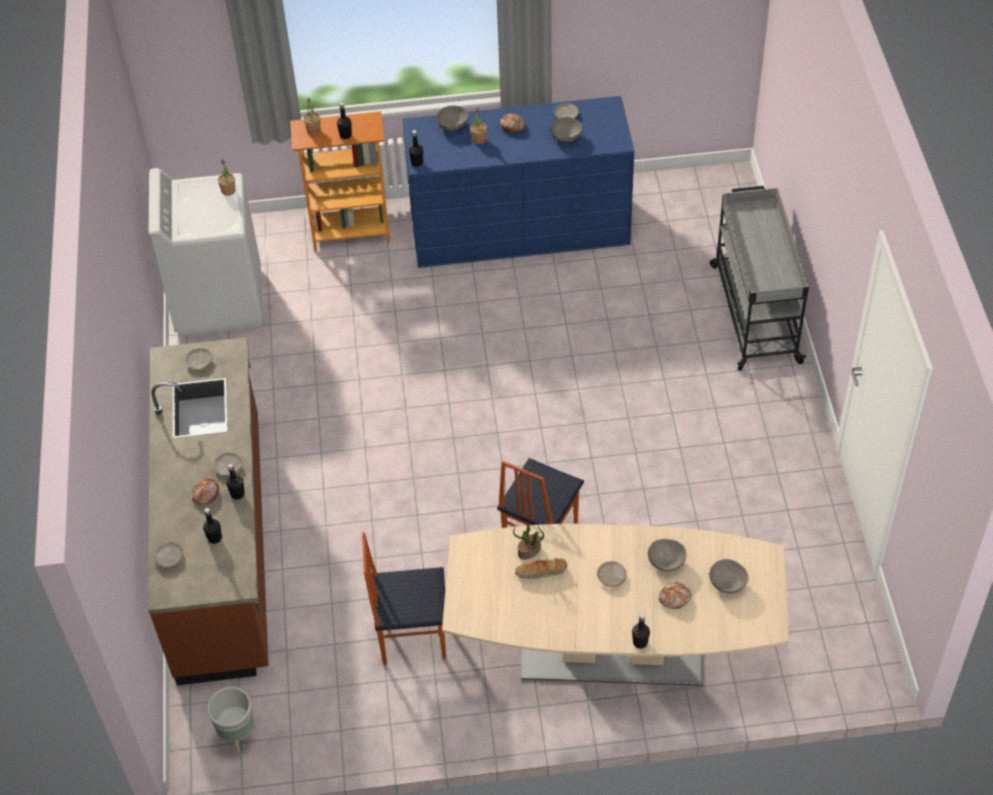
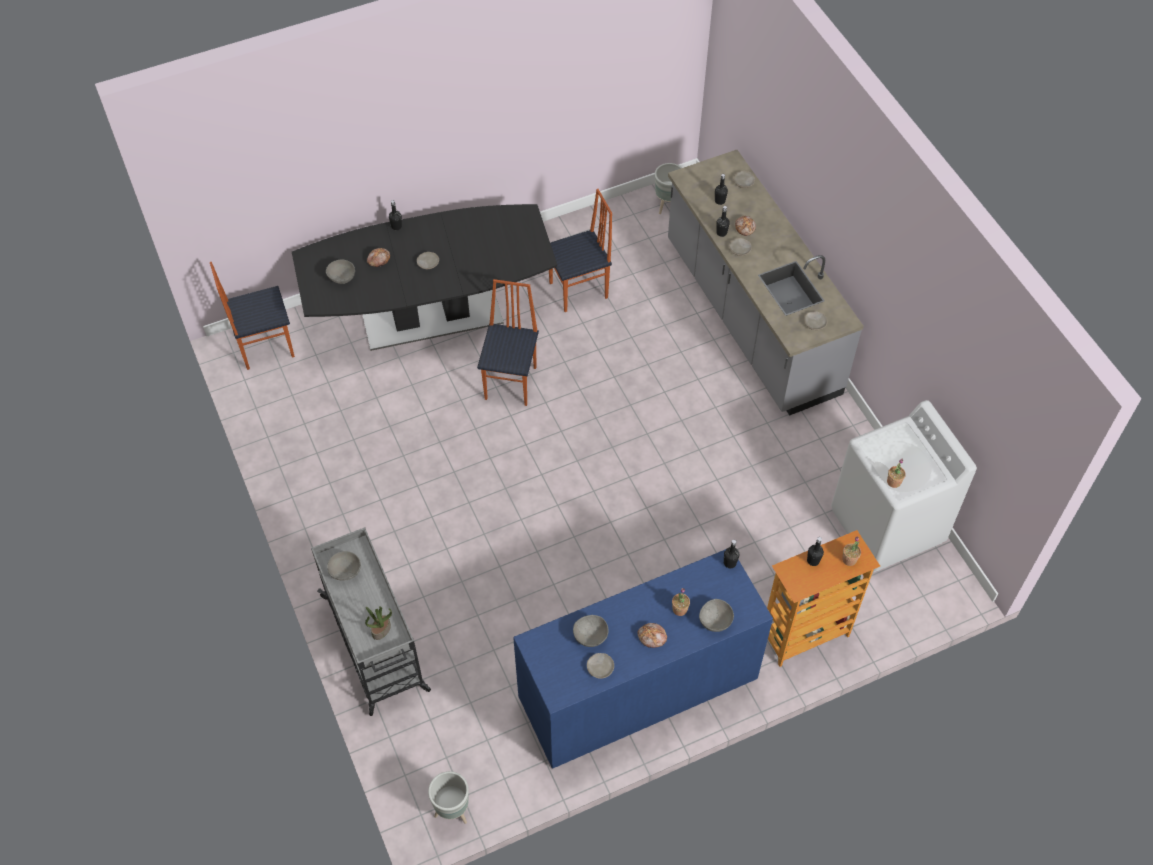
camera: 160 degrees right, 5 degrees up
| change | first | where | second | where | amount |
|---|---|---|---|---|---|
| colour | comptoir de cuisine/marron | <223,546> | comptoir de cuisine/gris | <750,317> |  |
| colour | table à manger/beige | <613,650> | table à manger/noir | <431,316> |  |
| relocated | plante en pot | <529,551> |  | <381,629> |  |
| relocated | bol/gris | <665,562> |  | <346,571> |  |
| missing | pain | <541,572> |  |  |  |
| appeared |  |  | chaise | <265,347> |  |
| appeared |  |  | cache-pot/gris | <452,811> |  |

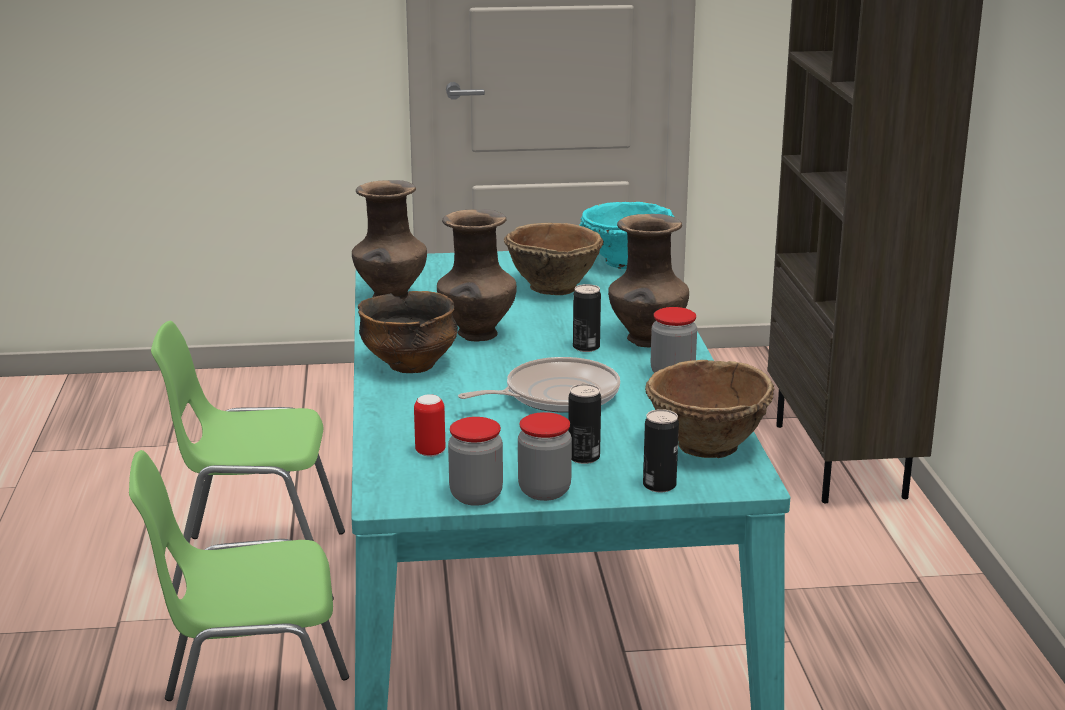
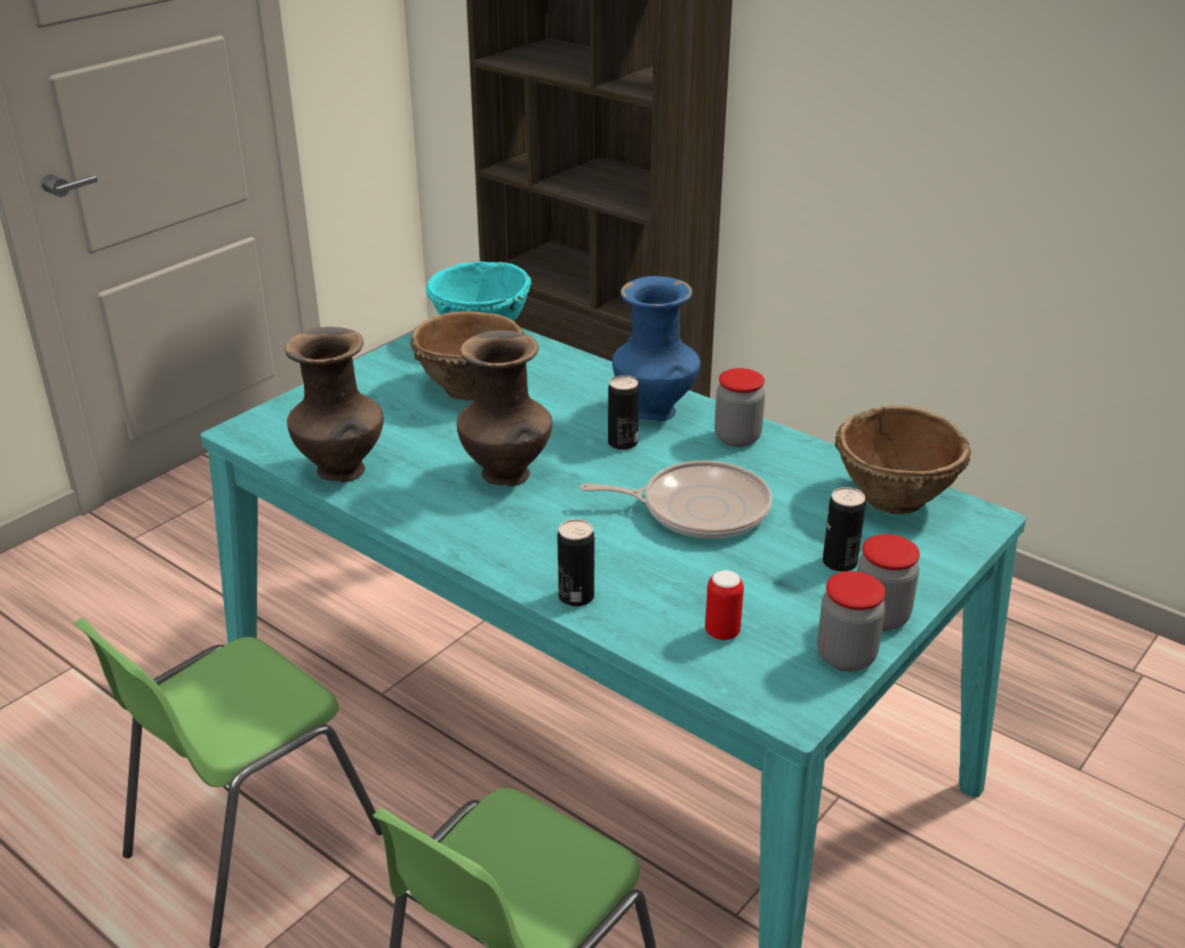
camera: 45 degrees left, 10 degrees up
| change | first | where | second | where | amount |
|---|---|---|---|---|---|
| colour | vase/marron | <647,341> | vase/bleu | <655,412> |  |
| missing | bol | <410,365> |  |  |  |
| spun | poêle | <556,396> |  | <698,509> | 75 degrees clockwise |
| relocated | boîte métallique | <659,485> |  | <576,597> |  |

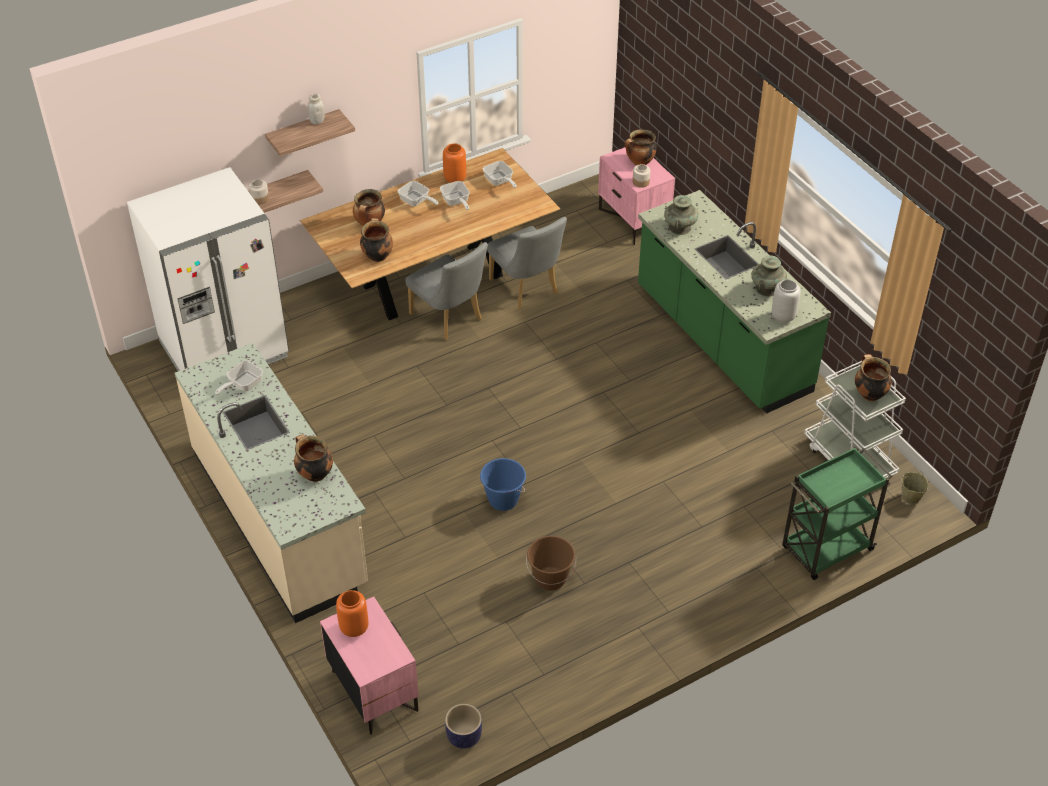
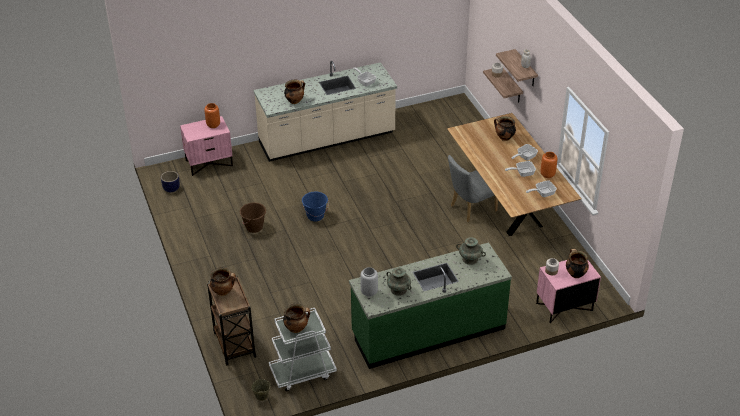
camera: 100 degrees right, 5 degrees down
| change | first | where | second | where | amount |
|---|---|---|---|---|---|
| missing | réfrigérateur/blanc | <224,350> |  |  |  |
| missing | chaise/gris | <527,289> |  |  |  |
| relocated | marmite | <377,256> |  | <223,291> |  |
| colour | chariot/vert | <826,550> | chariot/marron | <234,343> |  |

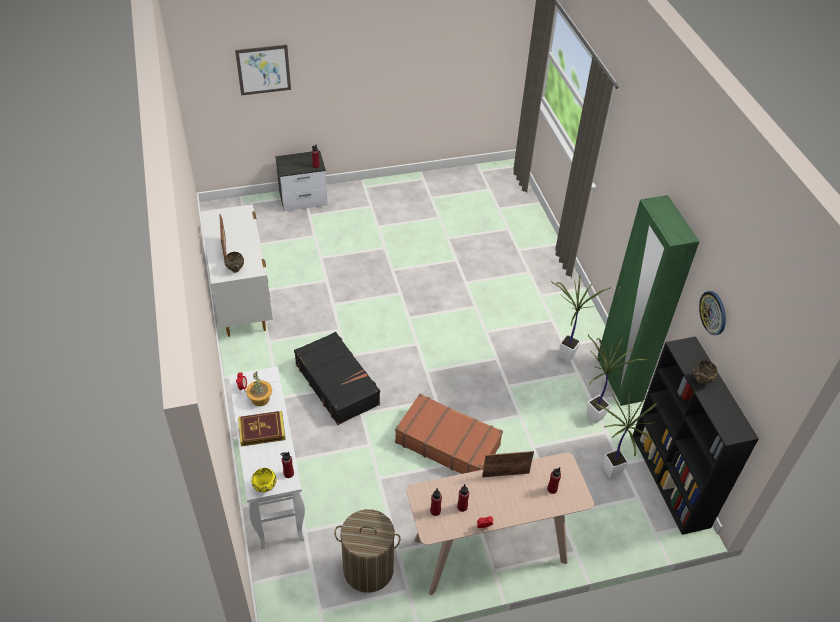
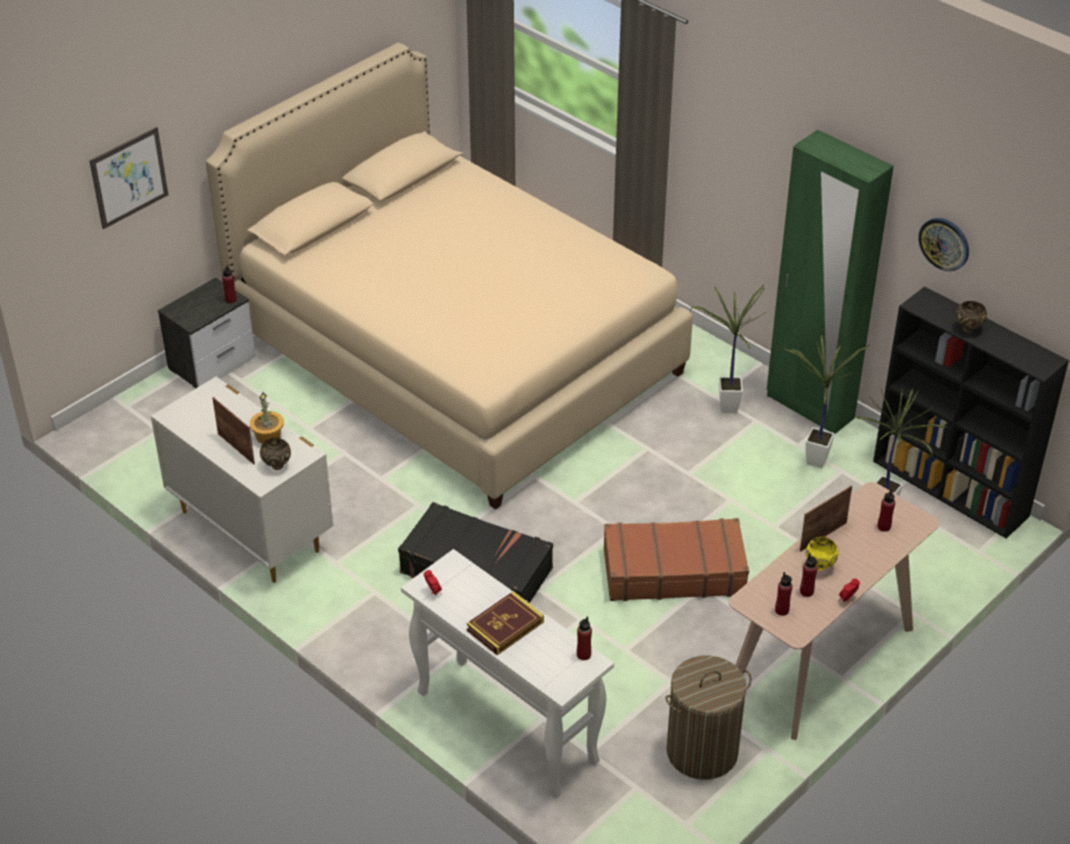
camera: 30 degrees left, 5 degrees down
| change | first | where | second | where | amount |
|---|---|---|---|---|---|
| relocated | plante en pot | <260,399> |  | <268,436> |  |
| relocated | bol/jaune | <265,488> |  | <820,567> |  |
| appeared |  |  | lit/beige | <455,353> |  |

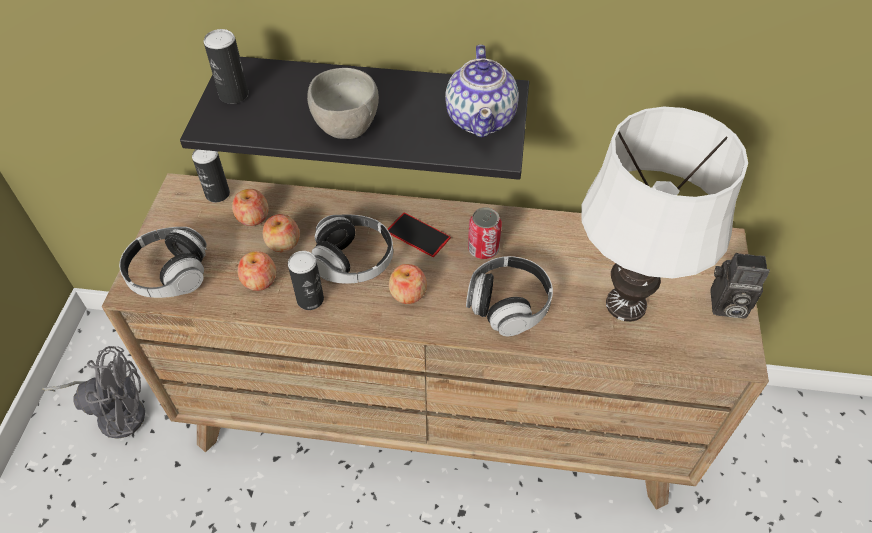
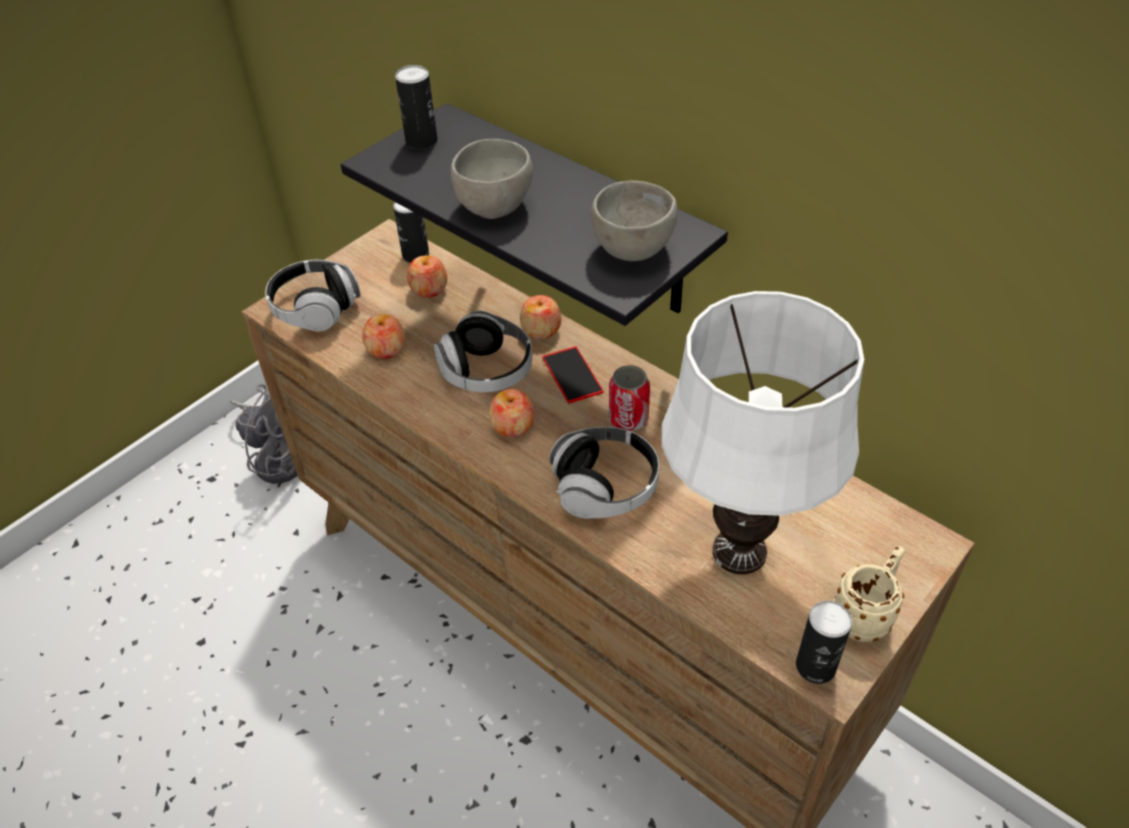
camera: 35 degrees right, 5 degrees down
| change | first | where | second | where | amount |
|---|---|---|---|---|---|
| exchanged | théière | <481,118> | bol/gris | <635,249> |  |
| relocated | pomme | <283,243> |  | <541,330> |  |
| relocated | boîte métallique | <310,299> |  | <815,666> |  |
| exchanged | appareil photo | <726,305> | mug/beige | <865,614> |  |

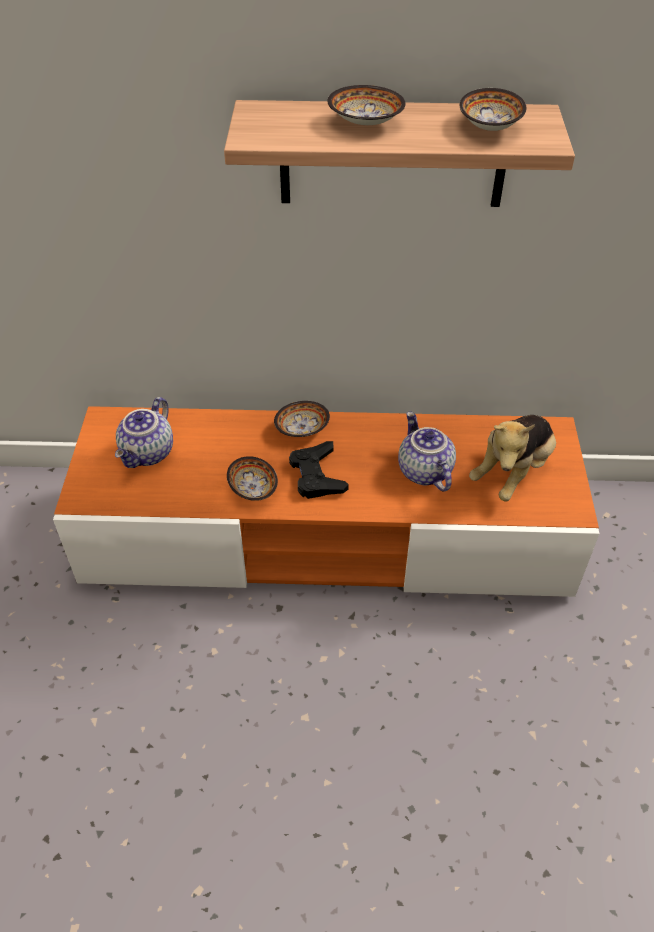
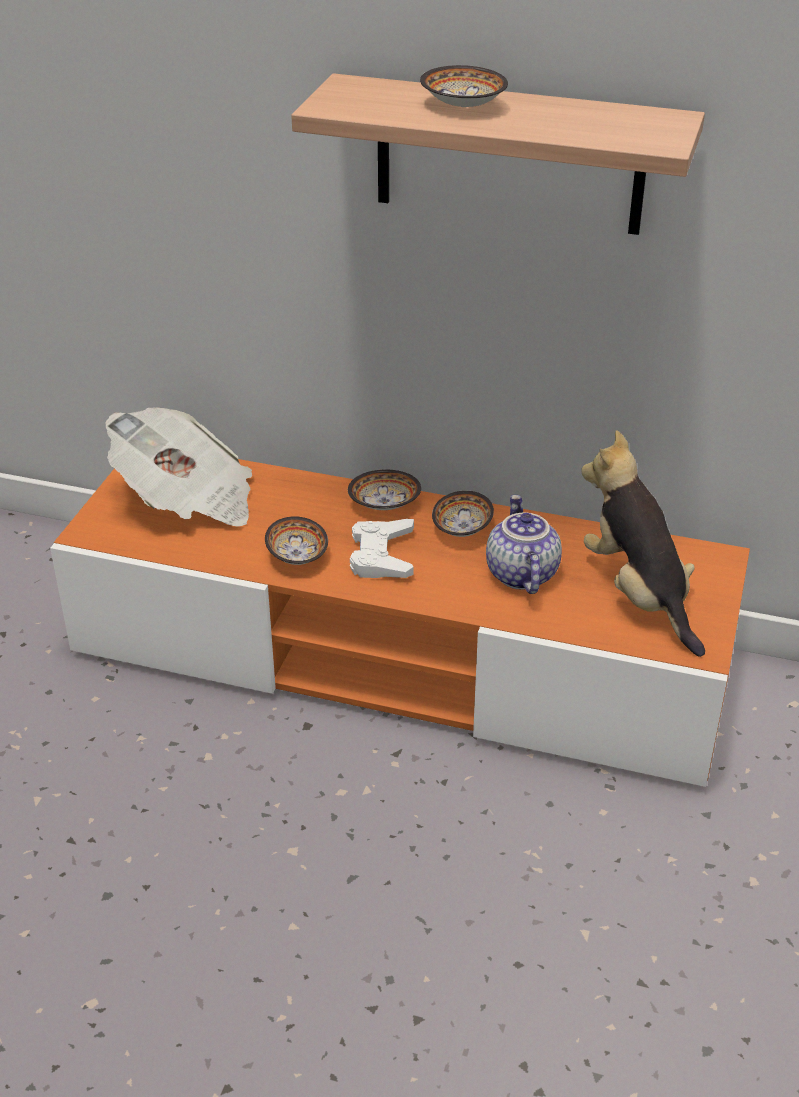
camera: 15 degrees right, 10 degrees down
| change | first | where | second | where | amount |
|---|---|---|---|---|---|
| relocated | bol | <489,127> |  | <462,529> |  |
| exchanged | théière | <149,453> | journal | <187,500> |  |
| spun | peluche | <512,472> |  | <638,594> | 105 degrees clockwise |
| colour | manette/noir | <317,475> | manette/blanc | <382,556> |  |

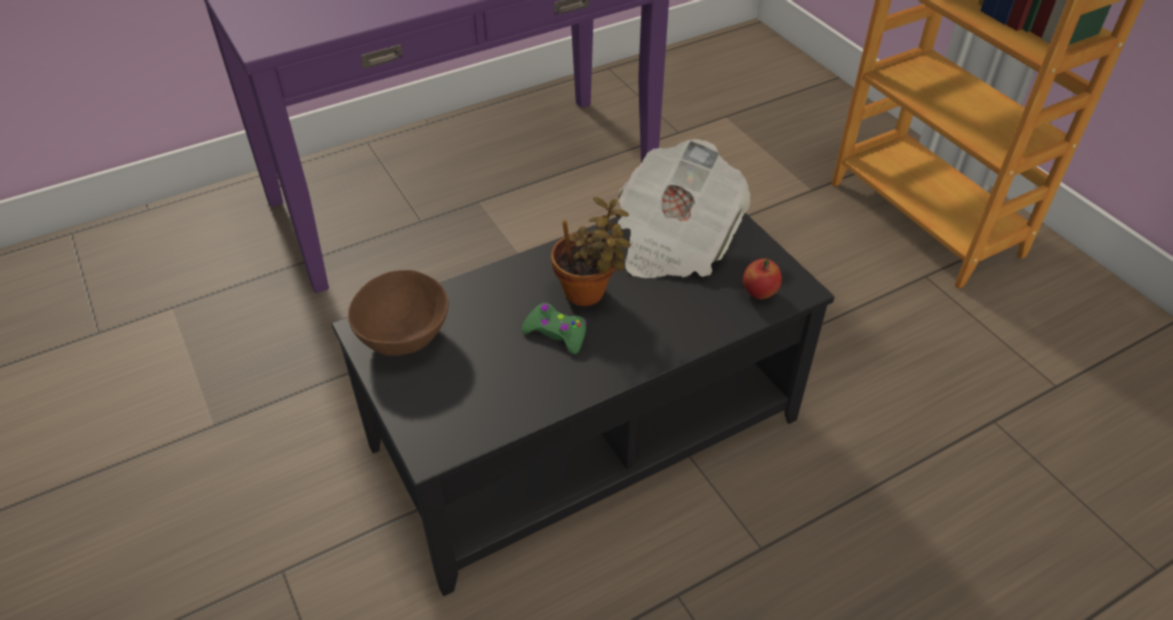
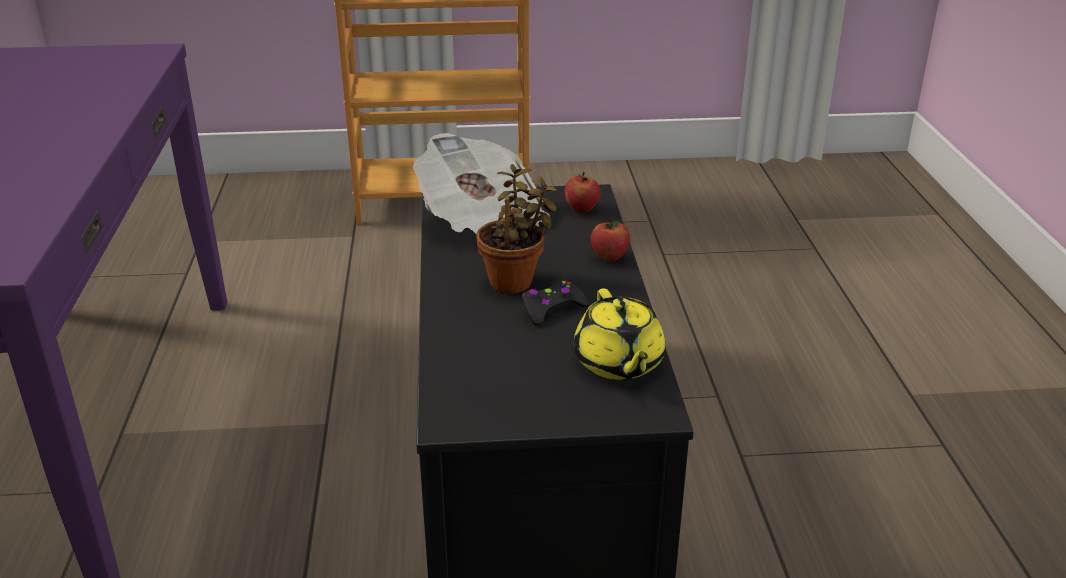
camera: 65 degrees left, 15 degrees down
| change | first | where | second | where | amount |
|---|---|---|---|---|---|
| missing | bol/marron | <406,335> |  |  |  |
| colour | manette/vert | <556,333> | manette/noir | <552,309> |  |
| appeared |  |  | pomme | <609,257> |  |
| appeared |  |  | théière/jaune | <618,363> |  |

